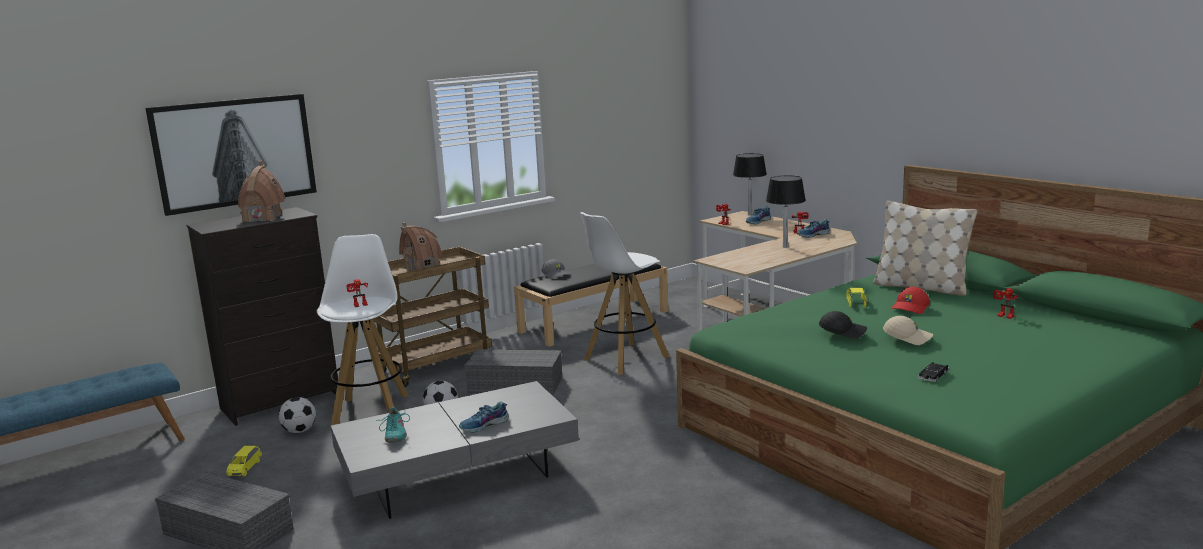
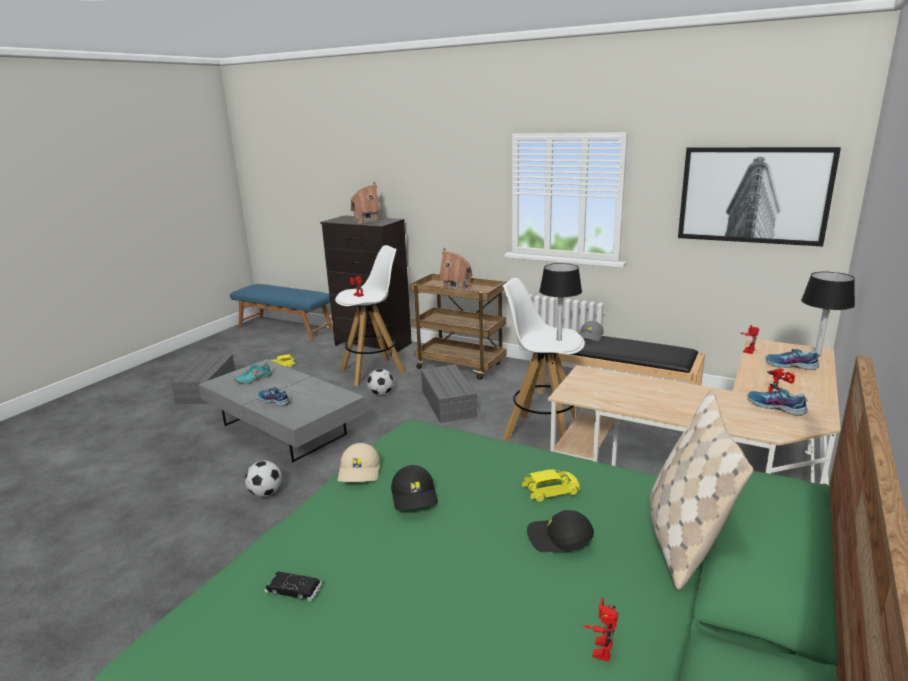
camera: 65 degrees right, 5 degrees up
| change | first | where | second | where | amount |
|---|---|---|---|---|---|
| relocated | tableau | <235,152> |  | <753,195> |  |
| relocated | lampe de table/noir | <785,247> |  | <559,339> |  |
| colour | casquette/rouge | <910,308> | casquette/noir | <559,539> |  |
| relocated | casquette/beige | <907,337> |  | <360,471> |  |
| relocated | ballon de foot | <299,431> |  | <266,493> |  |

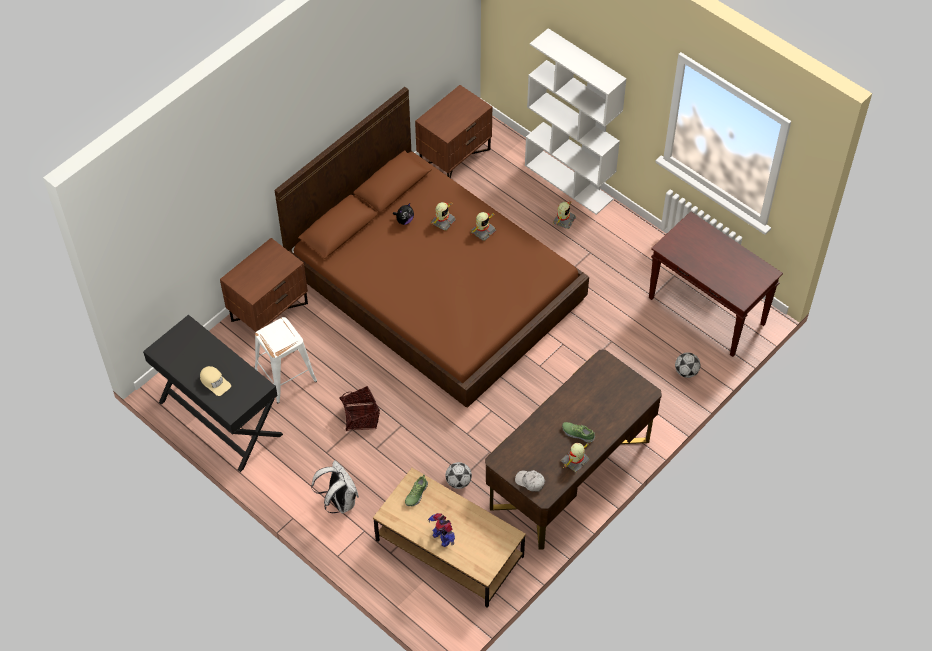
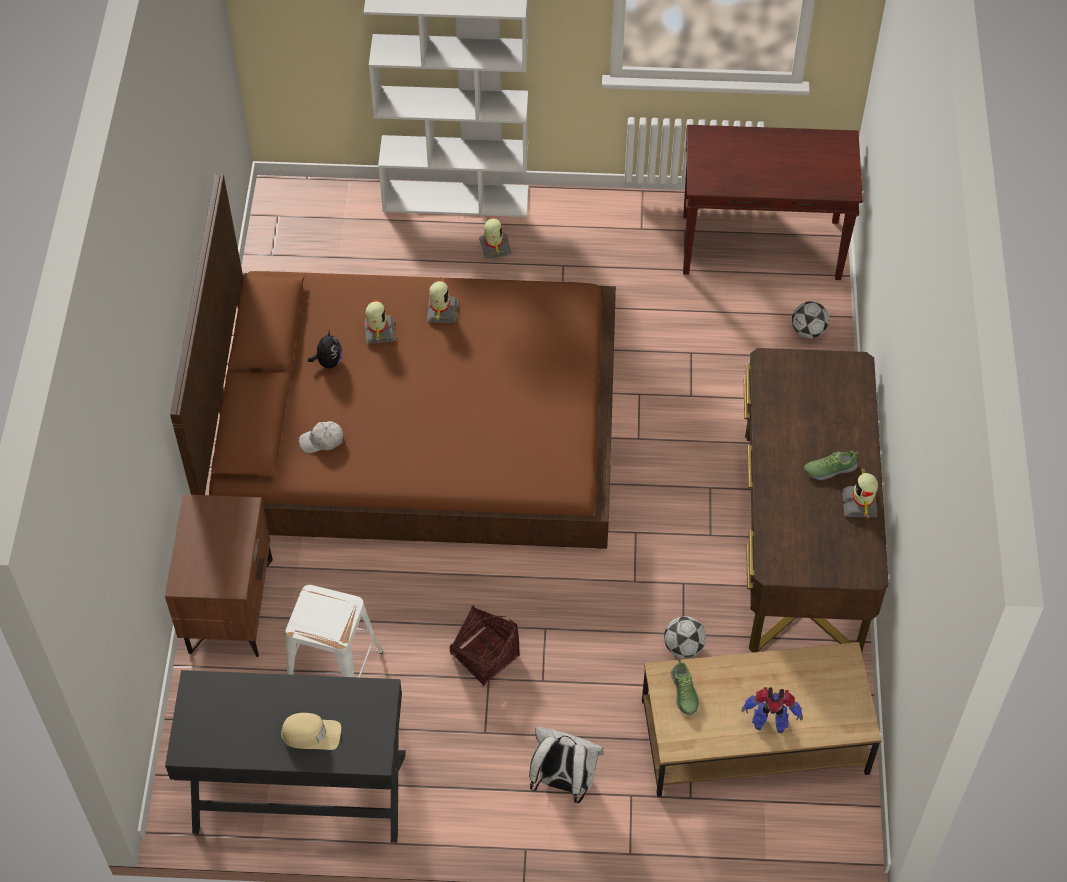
camera: 40 degrees left, 0 degrees up
| change | first | where | second | where | amount |
|---|---|---|---|---|---|
| missing | table de chevet/marron | <454,156> |  |  |  |
| relocated | casquette/blanc | <530,482> |  | <322,441> |  |

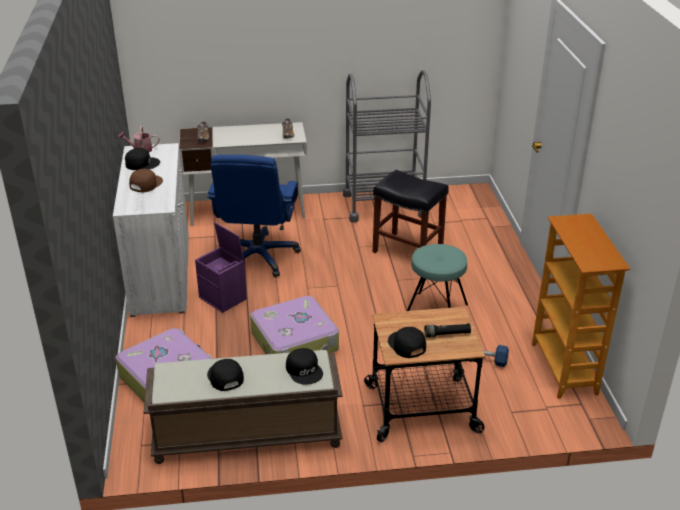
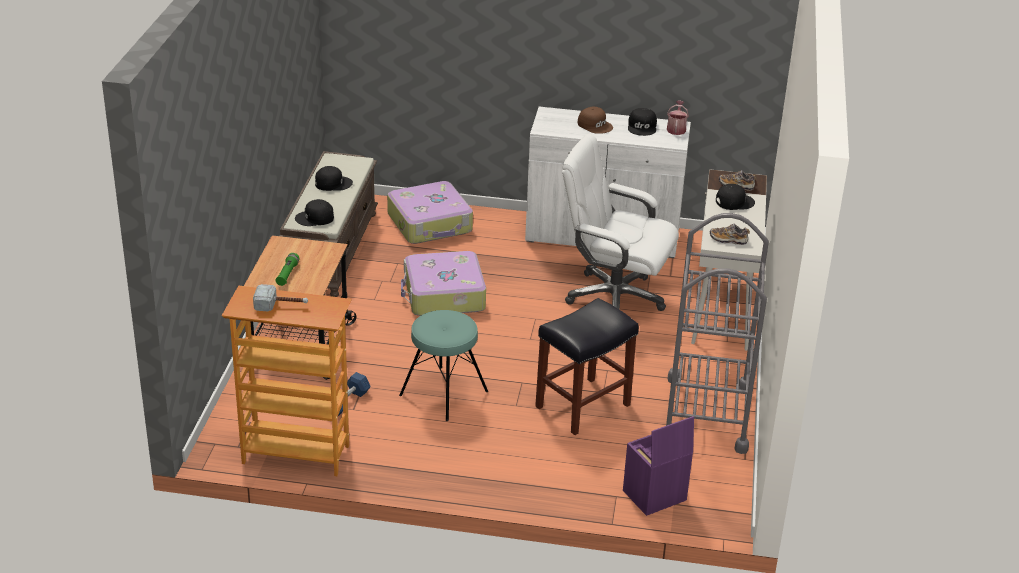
camera: 105 degrees right, 0 degrees up
| change | first | where | second | where | amount |
|---|---|---|---|---|---|
| colour | chaise de bureau/bleu | <258,256> | chaise de bureau/blanc | <613,297> |  |
| relocated | boîte de rangement/violet | <224,298> |  | <654,496> |  |
| colour | lampe de poche/noir | <447,334> | lampe de poche/vert | <287,274> |  |
| relocated | casquette/noir | <406,345> |  | <734,202> |  |
| appeared |  |  | marteau | <281,305> |  |

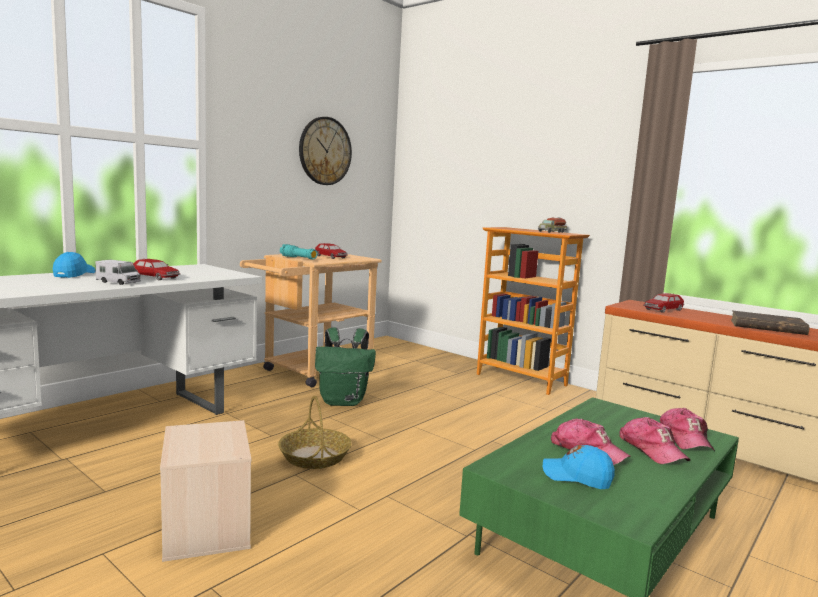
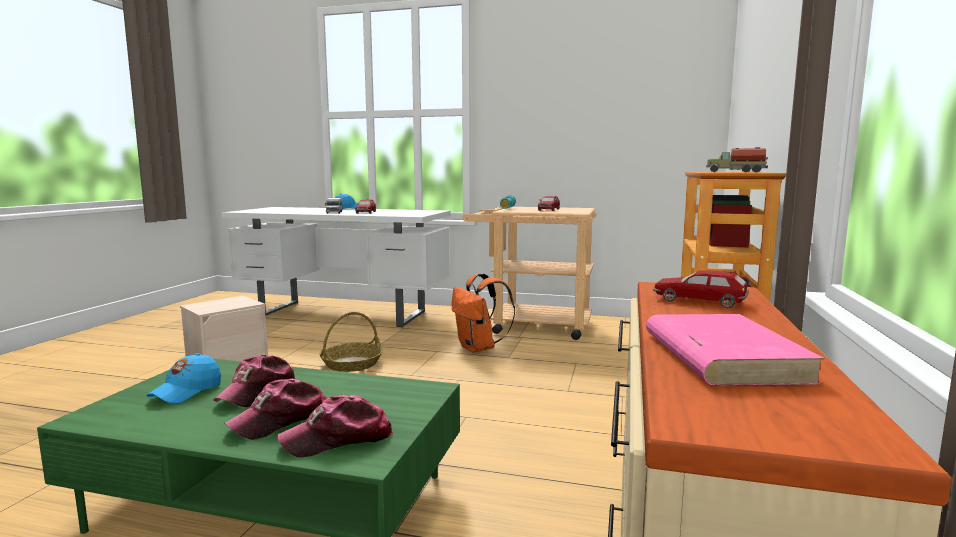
camera: 65 degrees right, 0 degrees up
| change | first | where | second | where | amount |
|---|---|---|---|---|---|
| missing | horloge murale | <325,151> |  |  |  |
| colour | livre/marron | <766,327> | livre/rose | <721,356> |  |
| colour | sac à dos/vert | <343,401> | sac à dos/orange | <479,348> |  |
| spun | casquette/bleu | <576,477> |  | <186,392> | 150 degrees counterclockwise |

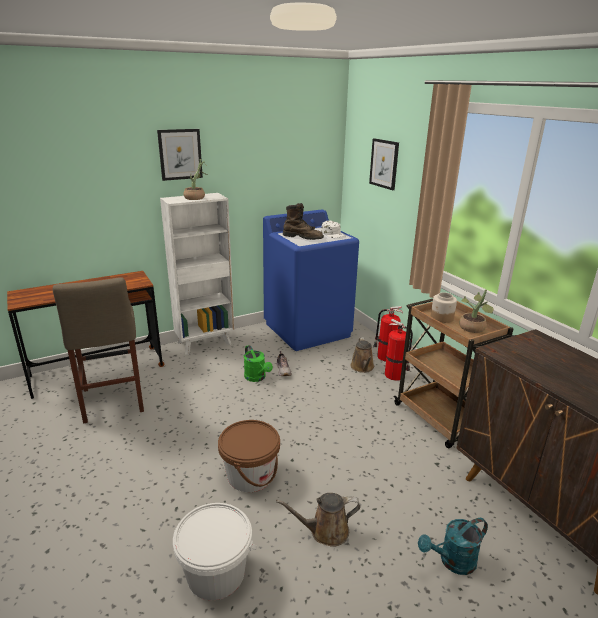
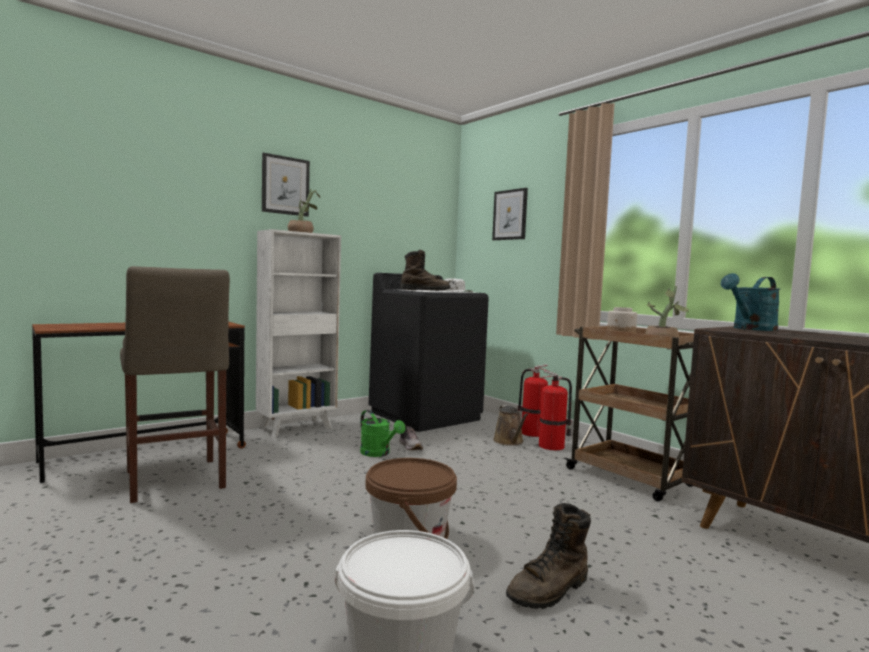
camera: 10 degrees left, 20 degrees down
| change | first | where | second | where | amount |
|---|---|---|---|---|---|
| colour | lave-linge/bleu | <308,330> | lave-linge/noir | <426,416> |  |
| exchanged | arrosoir/marron | <325,531> | botte/marron | <550,591> |  |
| relocated | arrosoir/turquoise | <452,562> |  | <751,329> |  |

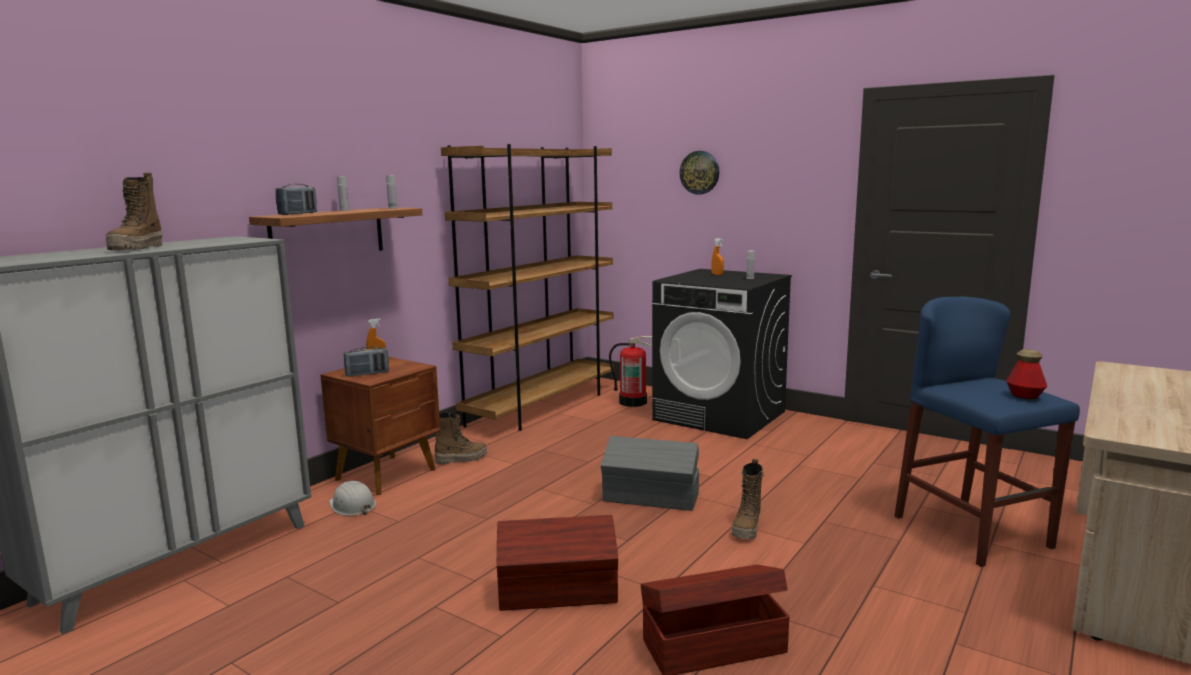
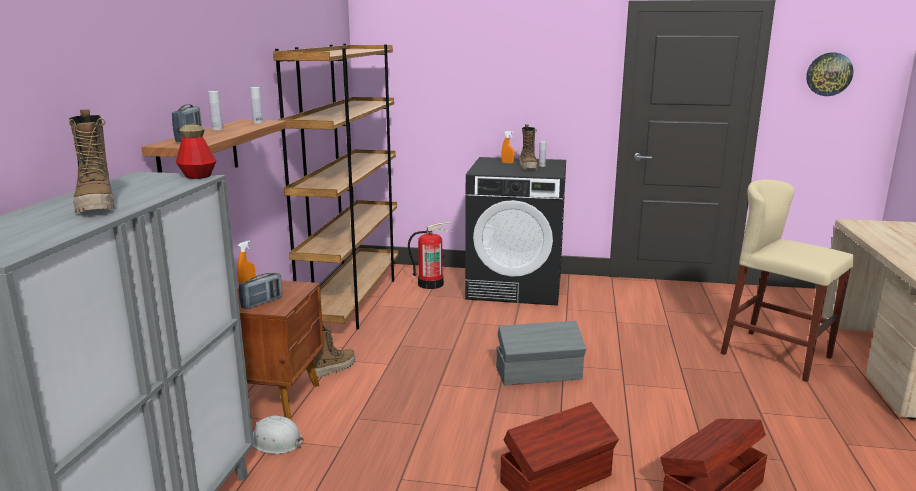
camera: 25 degrees left, 5 degrees up
| change | first | where | second | where | amount |
|---|---|---|---|---|---|
| relocated | horloge murale | <699,172> |  | <829,74> |  |
| colour | tabouret/bleu | <972,532> | tabouret/beige | <776,355> |  |
| relocated | bouteille | <1024,396> |  | <197,176> |  |
| relocated | botte | <747,528> |  | <528,167> |  |

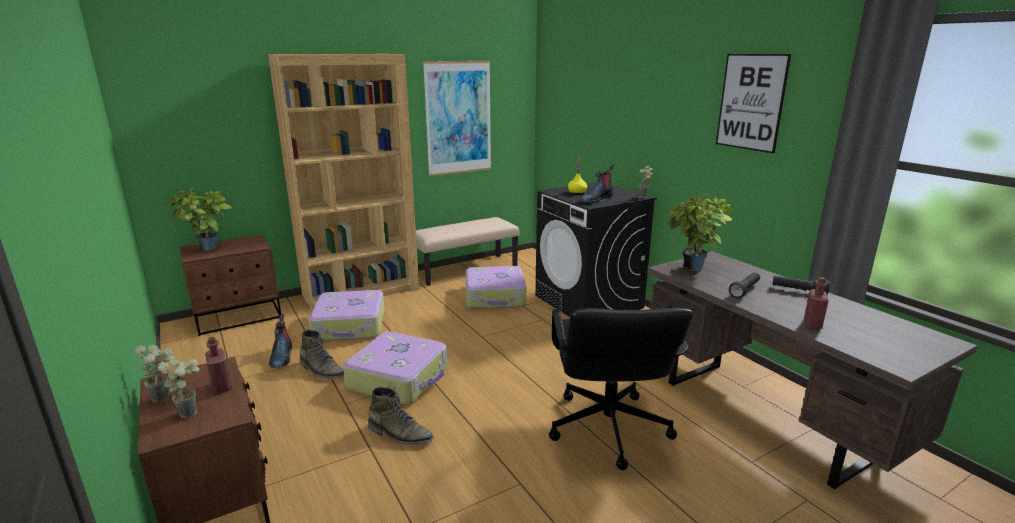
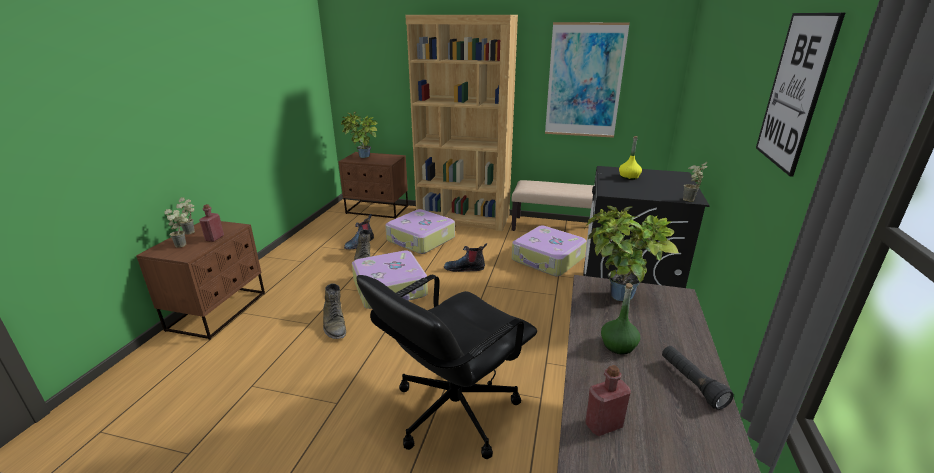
camera: 45 degrees right, 5 degrees up
| change | first | where | second | where | amount |
|---|---|---|---|---|---|
| relocated | botte | <596,199> |  | <465,268> |  |
| exchanged | lampe de poche/noir | <744,290> | bouteille/vert | <618,345> |  |

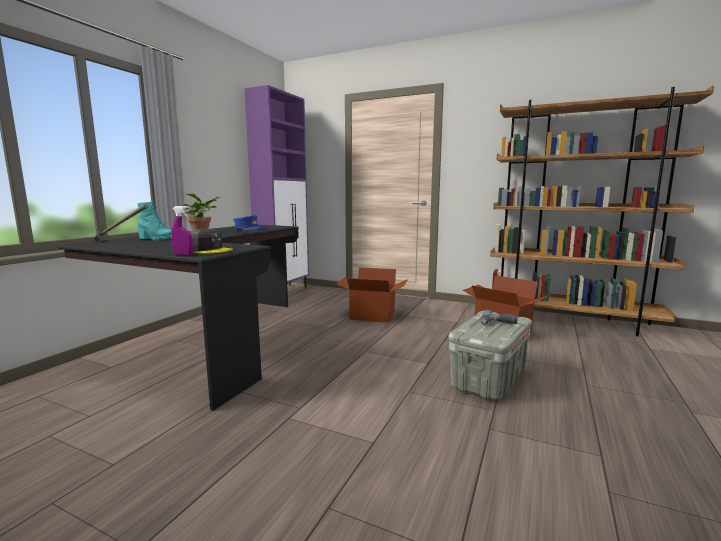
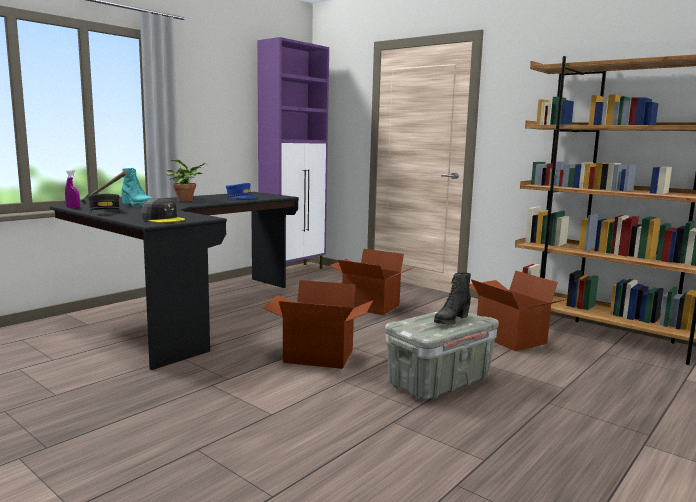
camera: 15 degrees right, 0 degrees up
| change | first | where | second | where | amount |
|---|---|---|---|---|---|
| relocated | vaporisateur/violet | <183,254> |  | <73,208> |  |
| exchanged | perceuse | <498,323> | botte/noir | <451,320> |  |
| appeared |  |  | casquette/gris | <105,212> |  |
| appeared |  |  | carton | <318,356> |  |

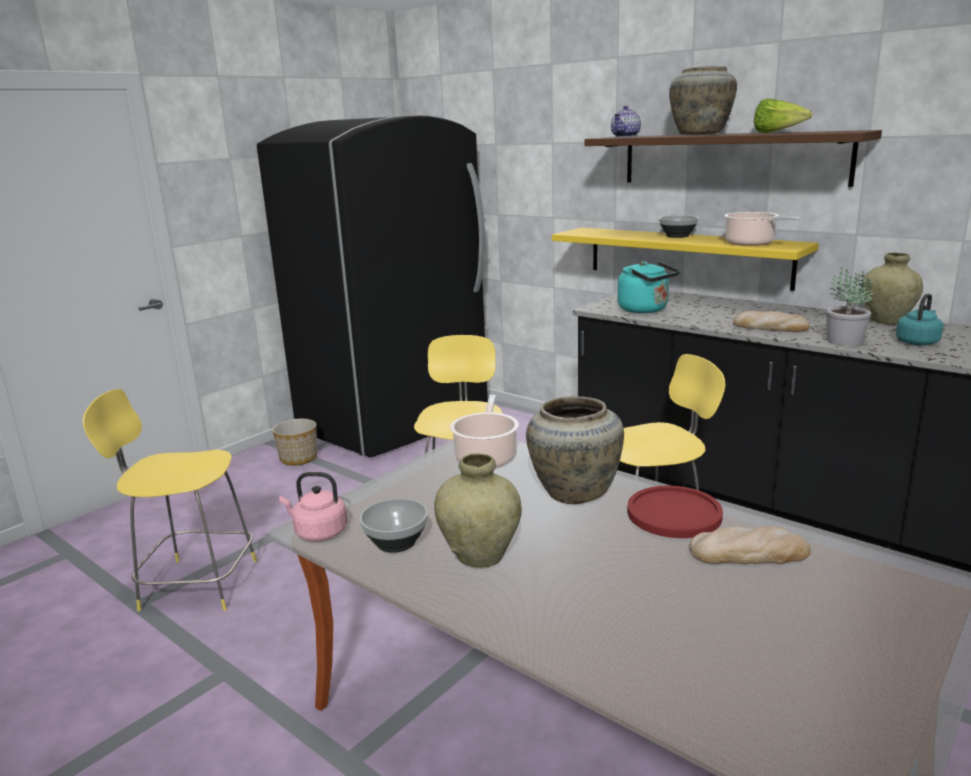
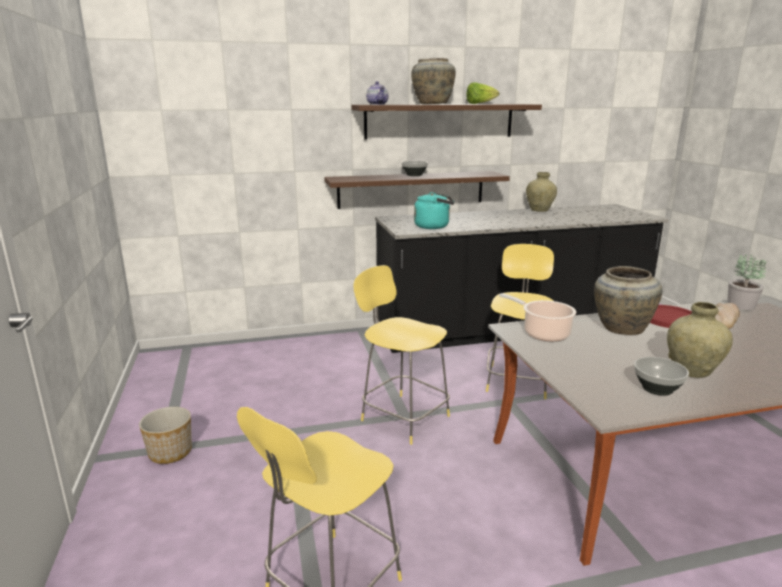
camera: 55 degrees left, 0 degrees up
| change | first | where | second | where | amount |
|---|---|---|---|---|---|
| missing | réfrigérateur/noir | <397,420> |  |  |  |
| missing | marmite | <752,243> |  |  |  |
| colour | étagère/jaune | <686,256> | étagère/marron | <411,189> |  |
| relocated | plante en pot | <844,341> |  | <740,306> |  |
| missing | bouilloire/turquoise | <918,342> |  |  |  |
| missing | pain | <770,327> |  |  |  |
| missing | bouilloire/rose | <318,532> |  |  |  |

